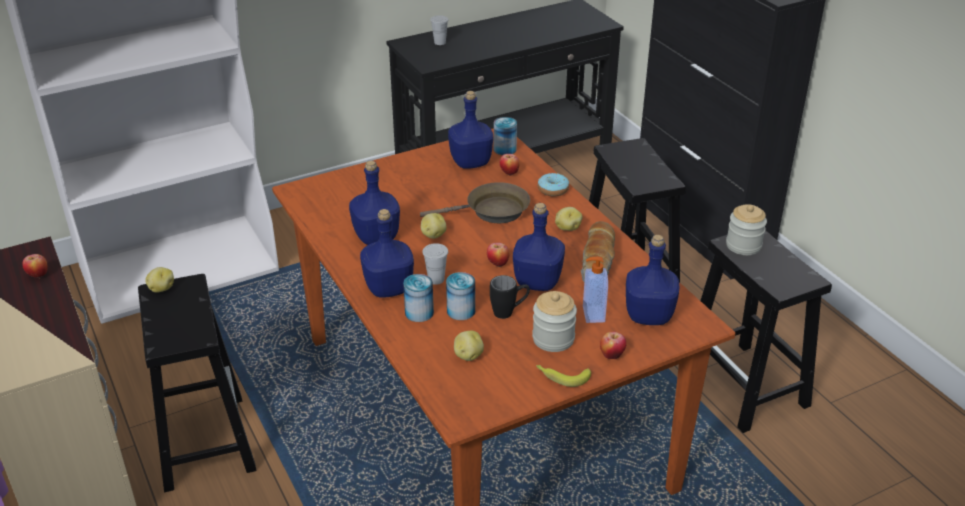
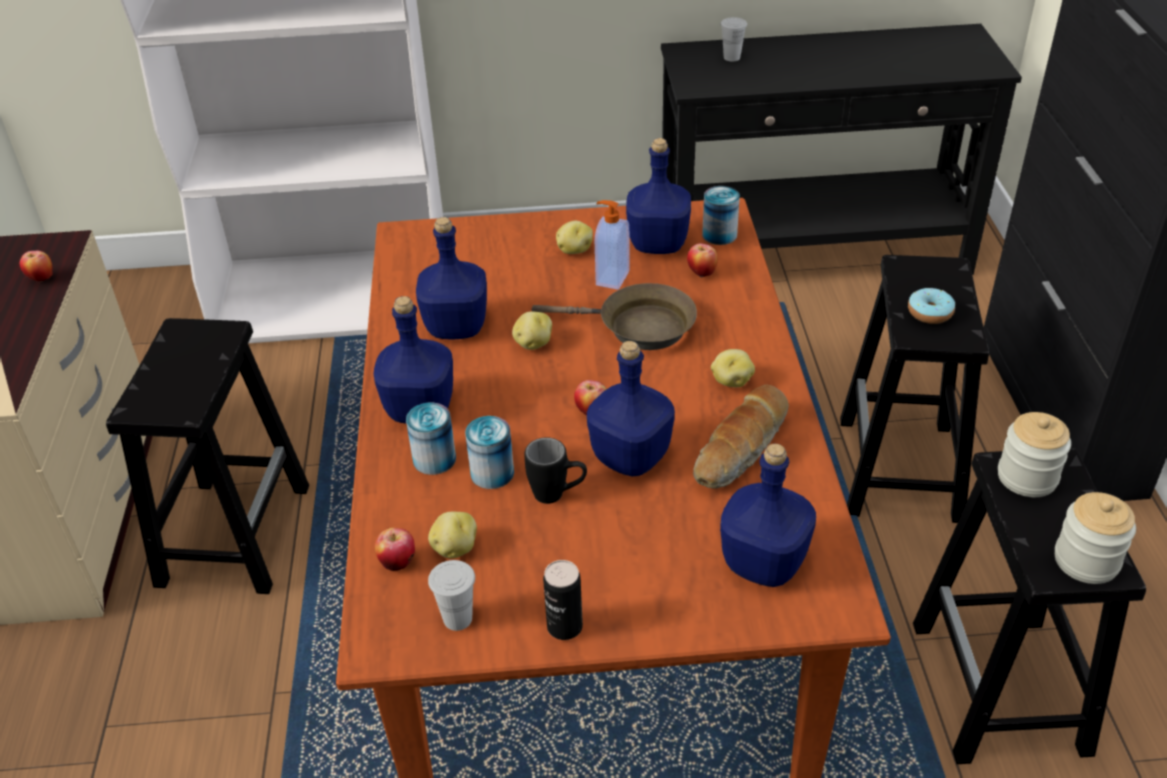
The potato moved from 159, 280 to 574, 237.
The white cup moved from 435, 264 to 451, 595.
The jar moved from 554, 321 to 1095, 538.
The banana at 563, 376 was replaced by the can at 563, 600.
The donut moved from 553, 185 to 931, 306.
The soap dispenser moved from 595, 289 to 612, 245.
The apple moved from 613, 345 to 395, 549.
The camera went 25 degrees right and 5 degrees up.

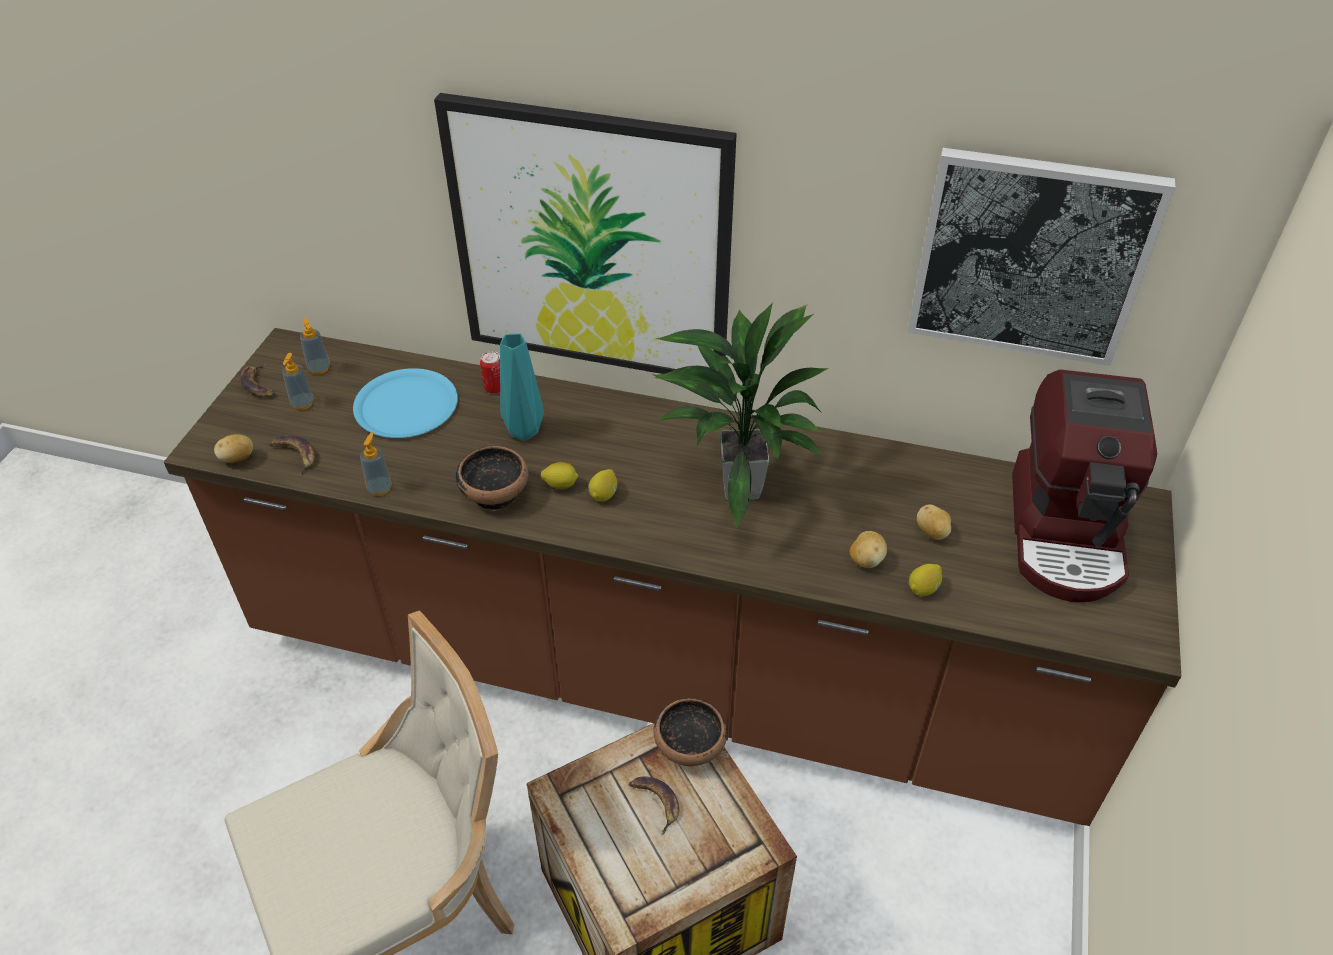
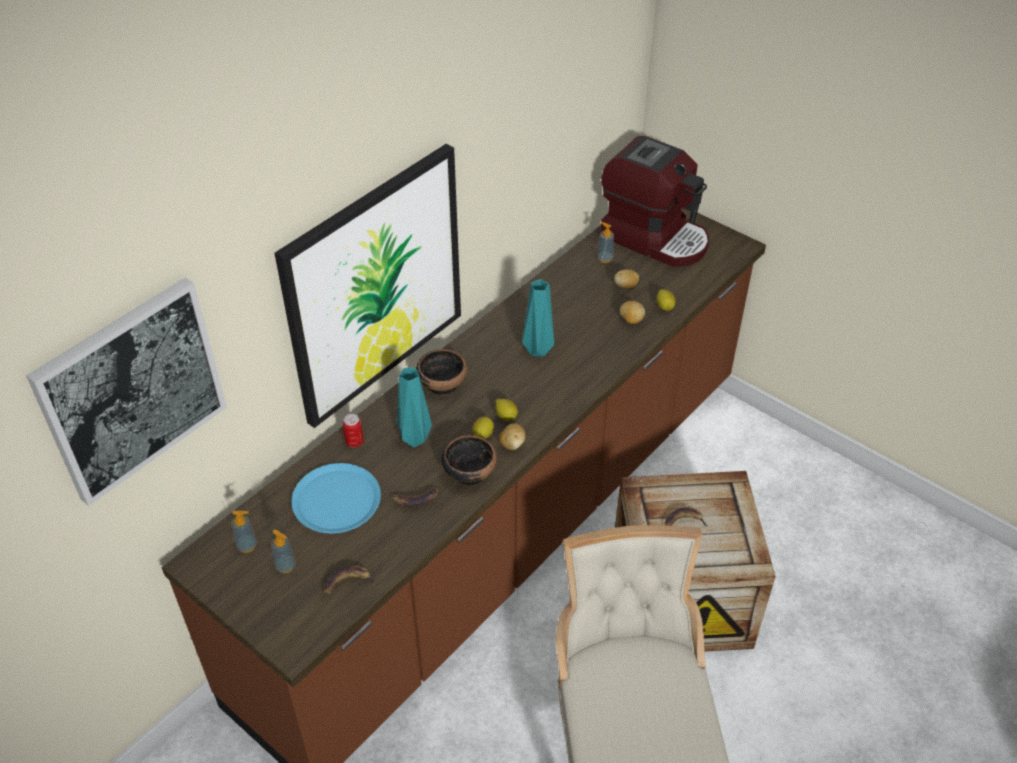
The potato moved from 233, 448 to 512, 436.
The banana moved from 257, 381 to 414, 496.
The soap dispenser moved from 376, 464 to 605, 242.
The potted plant at 741, 416 was replaced by the turquoise vase at 538, 318.
The bowl moved from 690, 732 to 442, 372.
The picture moved from 1041, 257 to 126, 391.
The camera went 65 degrees left and 0 degrees up.

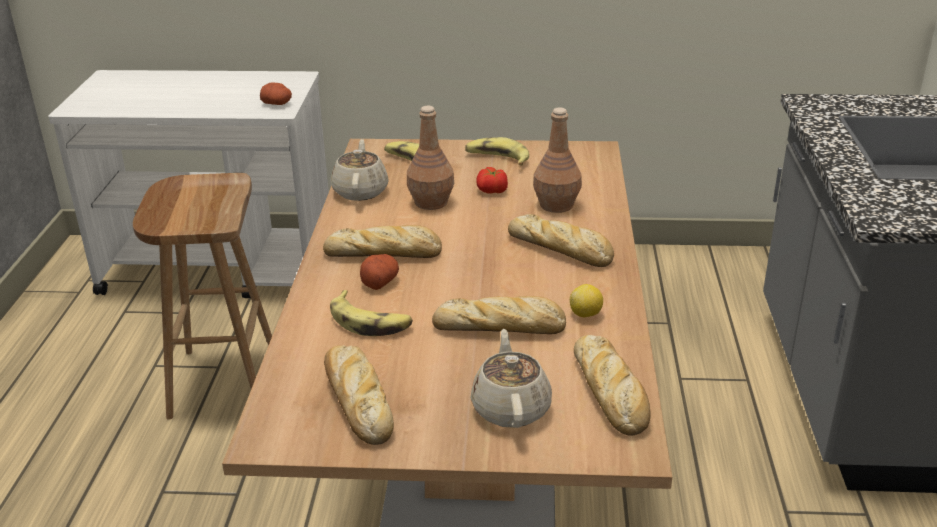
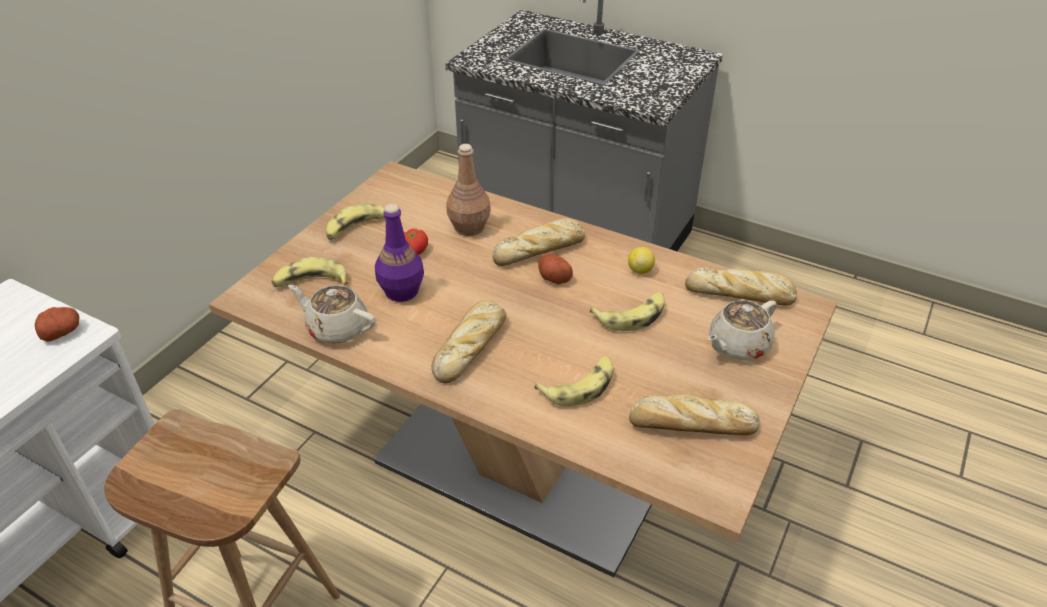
The potato moved from 379, 272 to 555, 268.
The brown bottle at 430, 158 became the purple bottle at 399, 253.
The bread at 499, 315 was replaced by the banana at 627, 311.
The beige teapot at 511, 378 turned 60 degrees counterclockwise.
The camera went 65 degrees left and 10 degrees up.

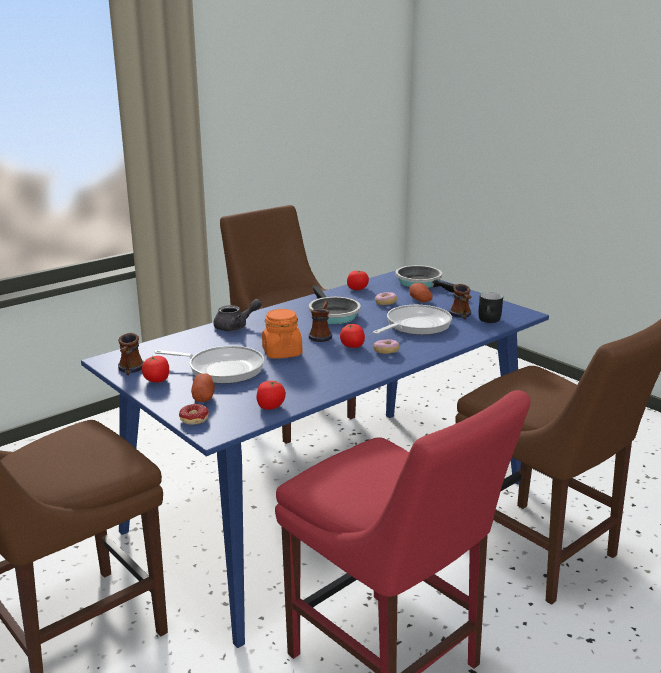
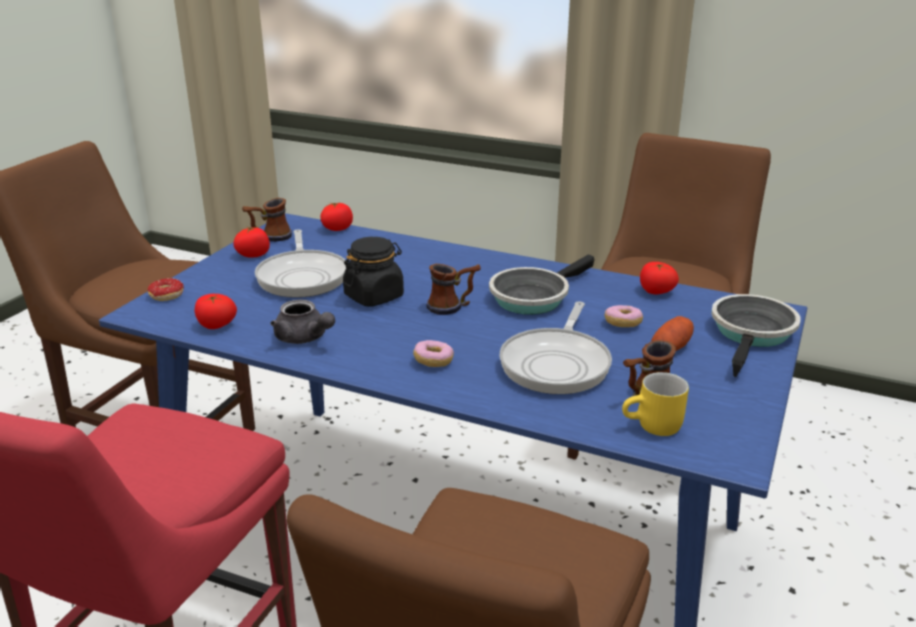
The potato at 203, 387 disappeared.
The grey teapot moved from 237, 315 to 302, 322.
The orange jar at 282, 334 became the black jar at 373, 272.
The tomato moved from 352, 336 to 336, 216.
The frying pan at 412, 320 turned 90 degrees clockwise.
The black mug at 490, 307 became the yellow mug at 655, 404.
The camera went 65 degrees right and 5 degrees up.

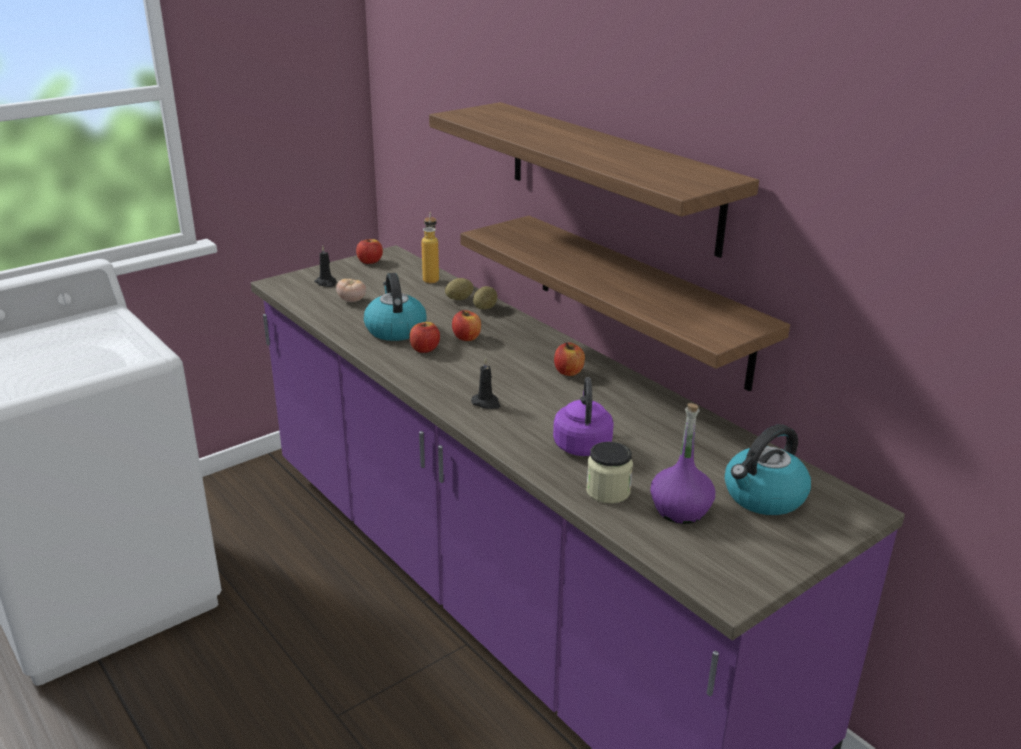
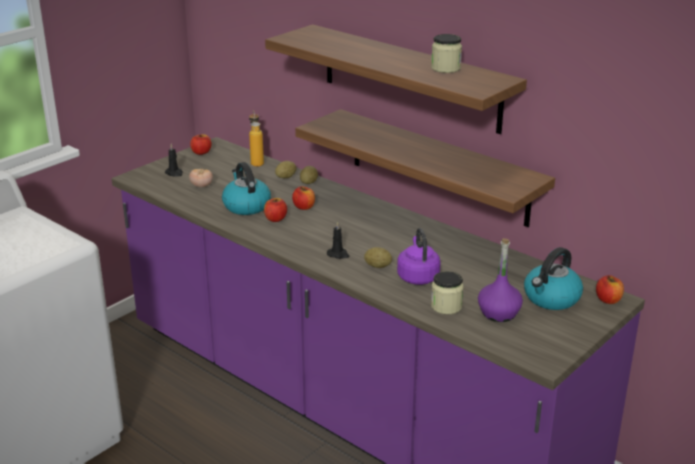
The apple moved from 569, 359 to 610, 289.
The potato at 378, 257 appeared.
The jar at 446, 53 appeared.
The camera went 10 degrees left and 0 degrees up.

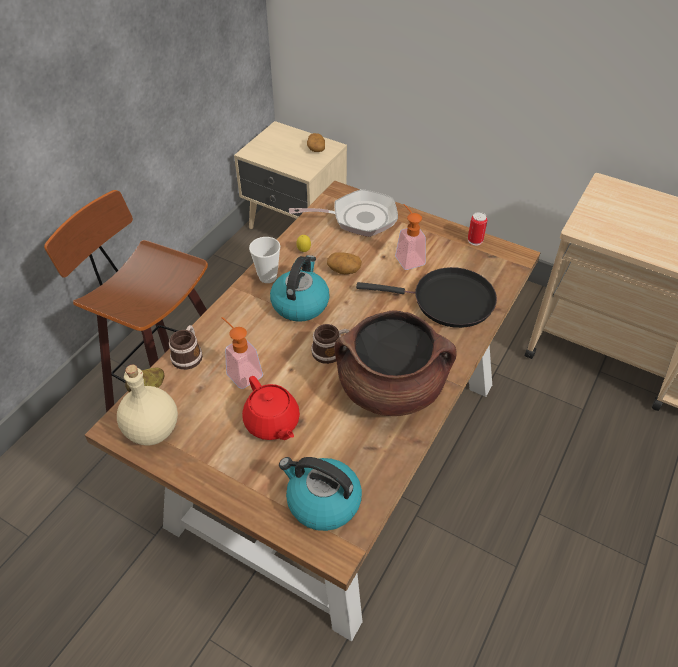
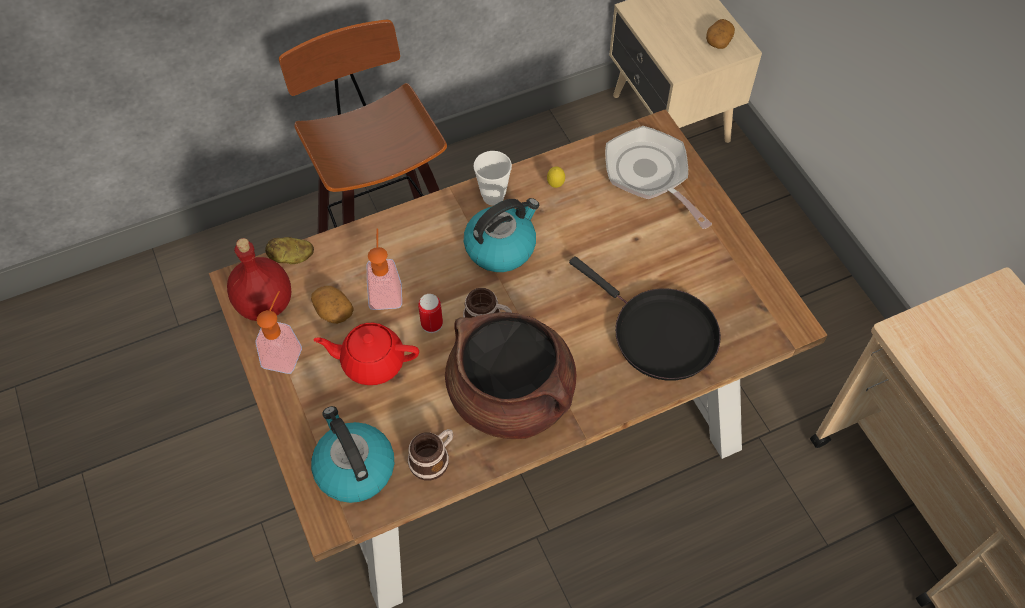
The beige bottle at 147, 405 became the red bottle at 259, 279.
The mug moved from 185, 347 to 430, 454.
The red teapot at 271, 408 turned 90 degrees clockwise.
The frying pan at 343, 213 turned 150 degrees counterclockwise.
The potato moved from 344, 263 to 332, 305.
The soap dispenser moved from 410, 237 to 279, 332.
The can moved from 477, 229 to 430, 313.
The camera went 35 degrees right and 10 degrees up.

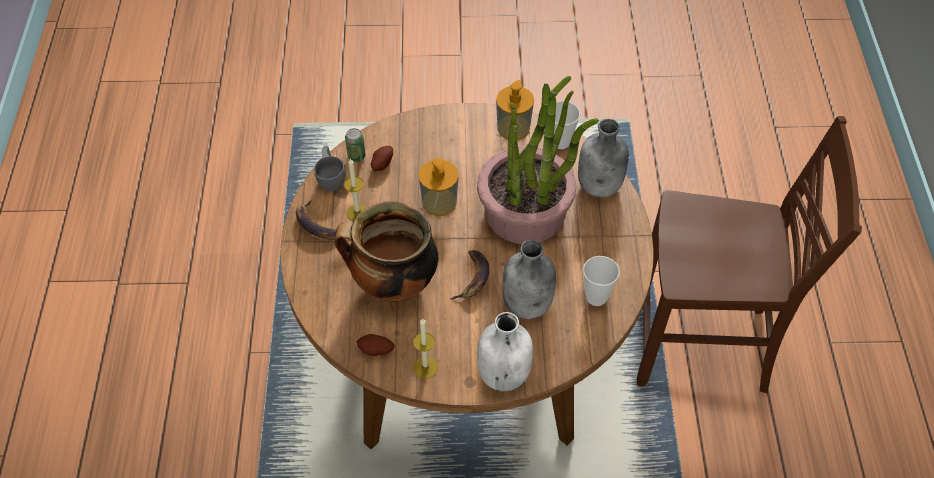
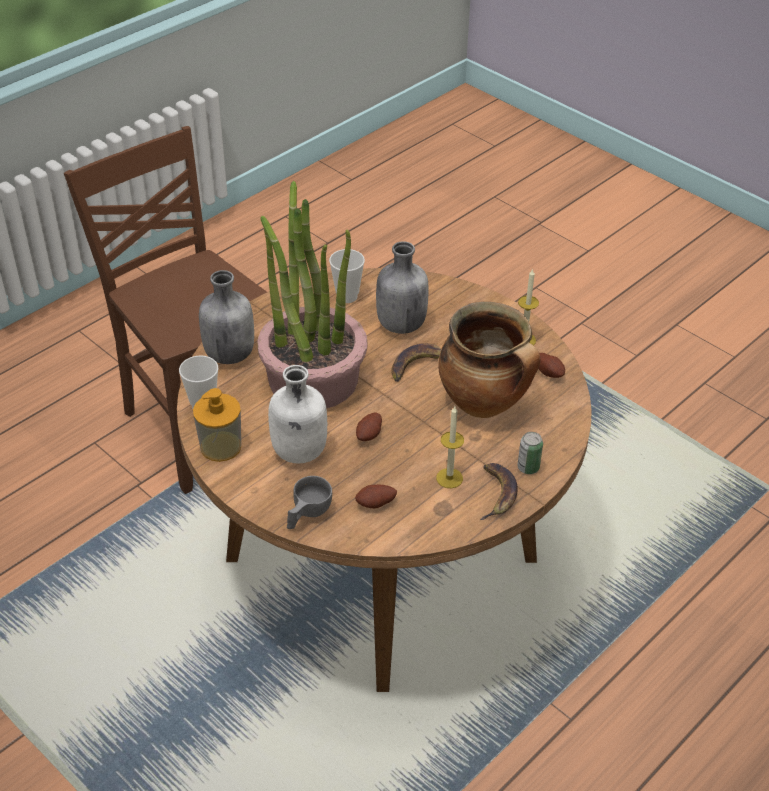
The grey cup moved from 330, 168 to 309, 502.
The can moved from 355, 145 to 530, 453.
The soap dispenser at 438, 187 was replaced by the potato at 369, 426.
The white bottle moved from 505, 352 to 297, 414.
The camera went 135 degrees left and 10 degrees down.

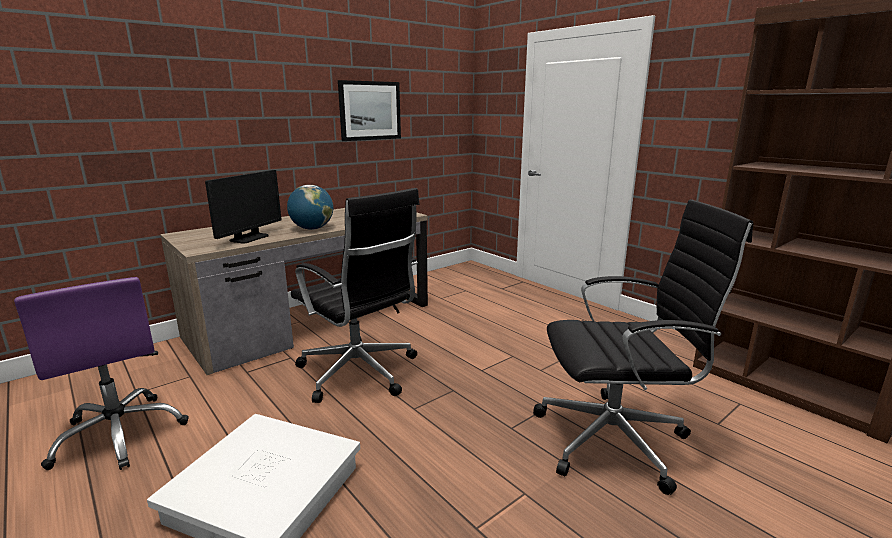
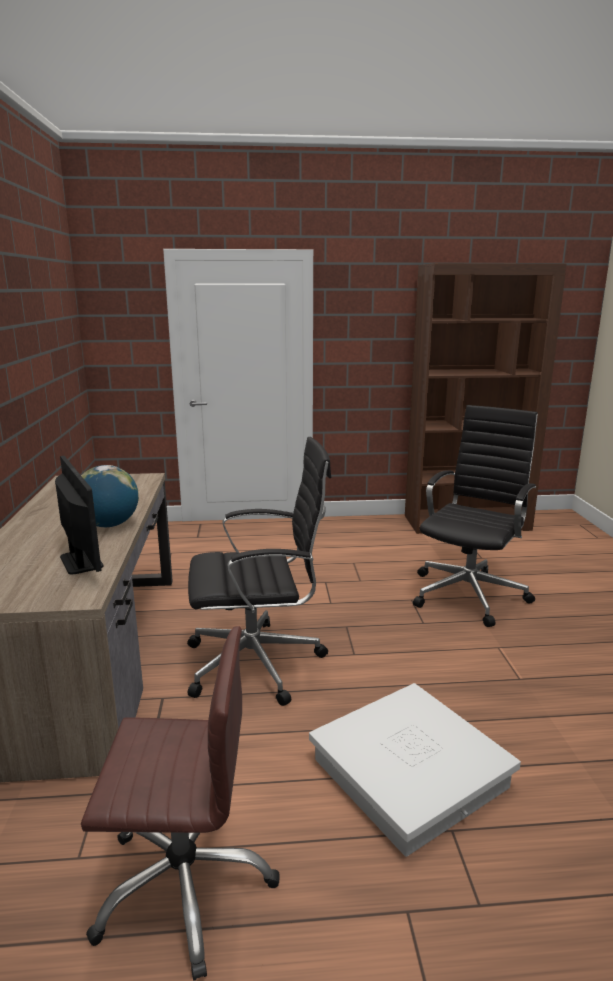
The purple office chair at 101, 373 became the brown office chair at 180, 803.
The picture at 369, 110 disappeared.
The camera went 55 degrees left and 0 degrees up.

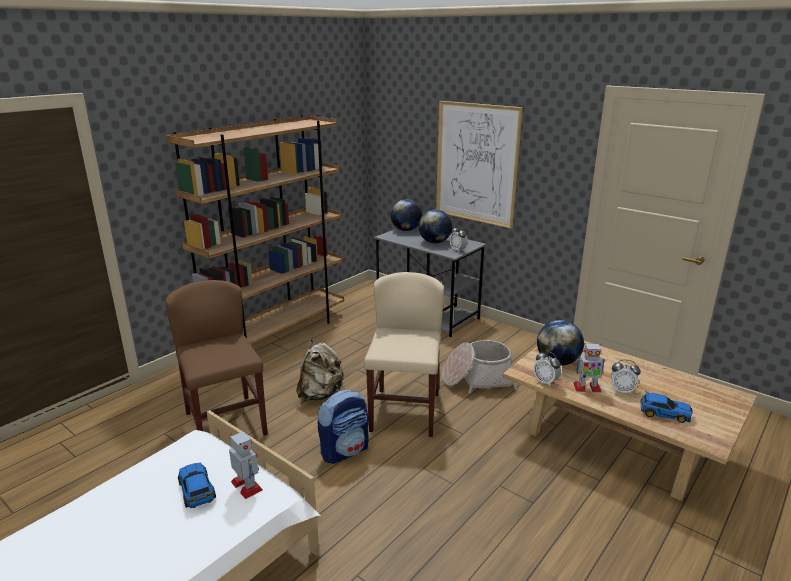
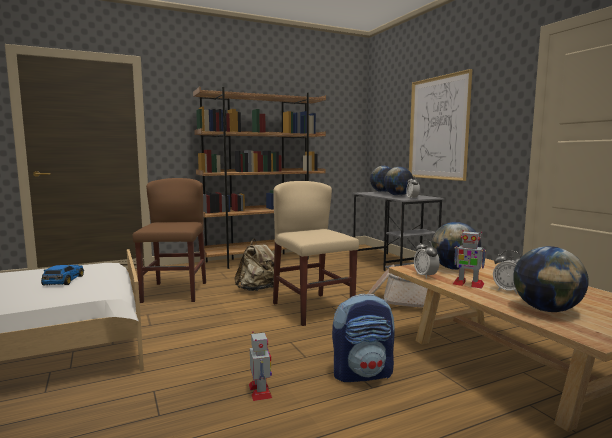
The toy robot moved from 246, 465 to 260, 366.
The backpack moved from 343, 426 to 363, 338.
The beige chair at 404, 354 turned 60 degrees counterclockwise.
The toy car at 667, 407 was replaced by the globe at 551, 279.
The camera went 25 degrees right and 15 degrees down.

